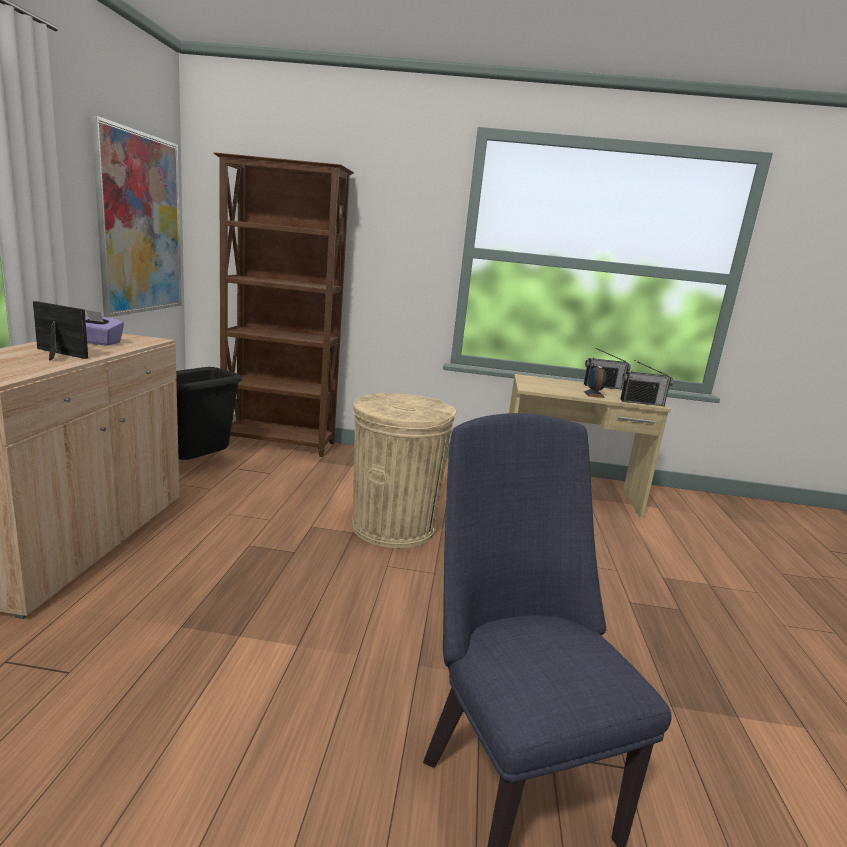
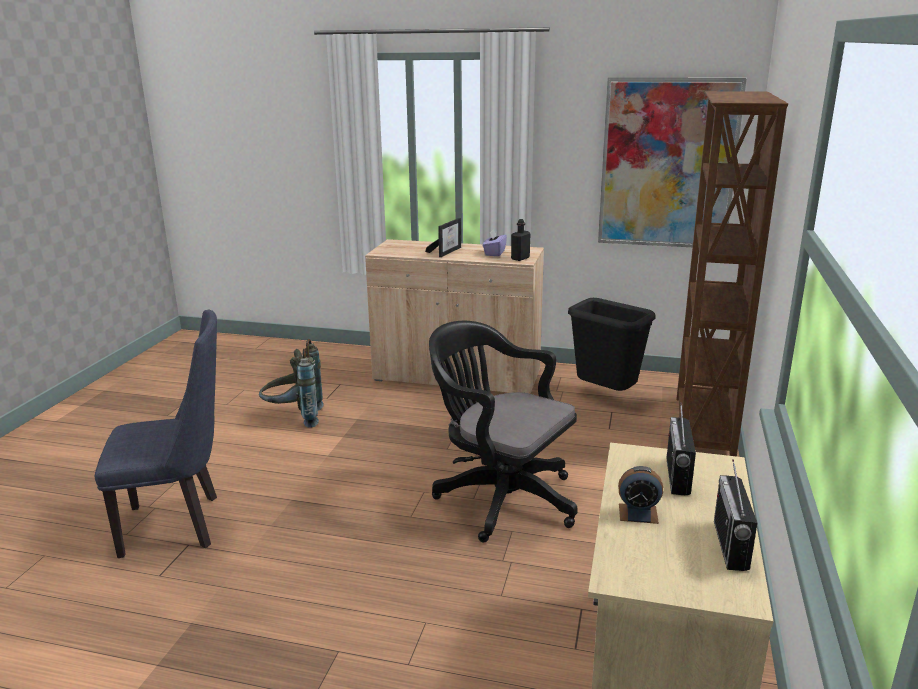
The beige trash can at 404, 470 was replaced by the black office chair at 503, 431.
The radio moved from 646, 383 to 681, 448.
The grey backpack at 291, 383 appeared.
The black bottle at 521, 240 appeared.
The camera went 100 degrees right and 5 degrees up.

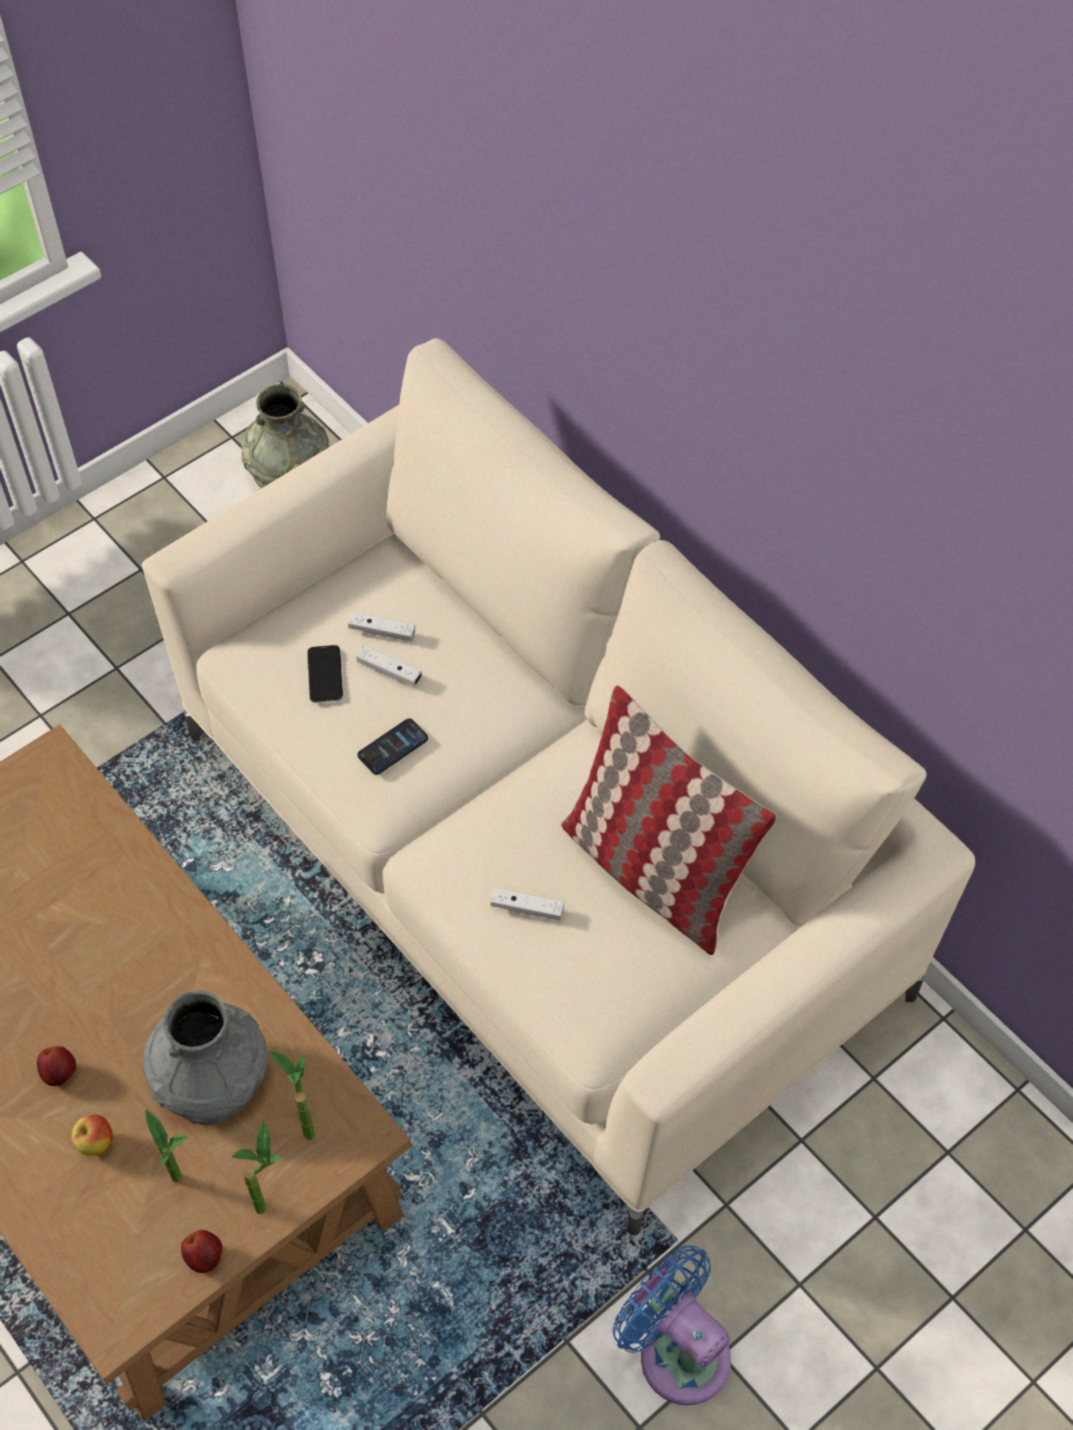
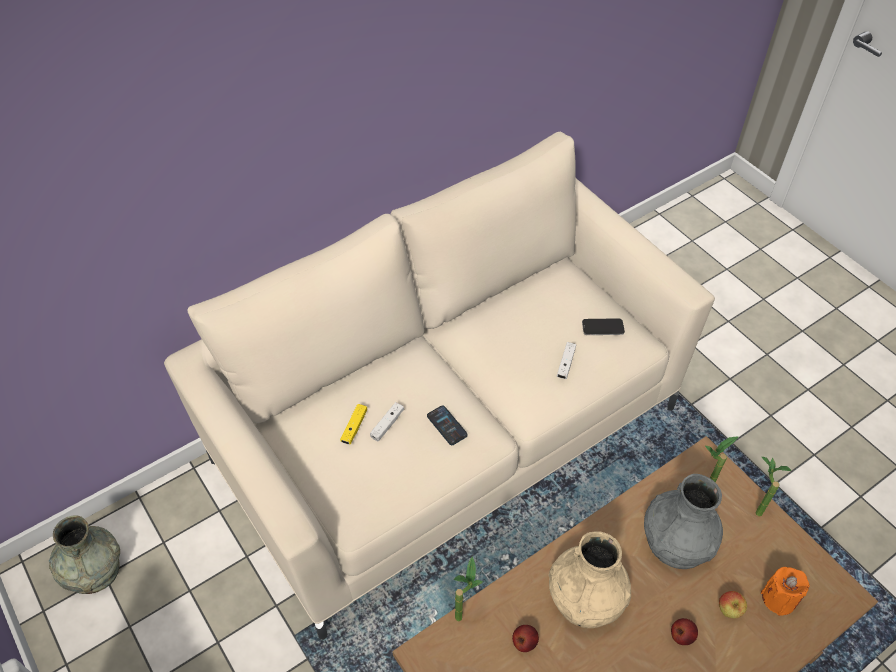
The potted plant moved from 166, 1146 to 468, 588.
The apple moved from 202, 1251 to 525, 638.
The phone moved from 325, 674 to 603, 326.
The white game controller at 381, 627 became the yellow game controller at 353, 424.
The pillow at 669, 820 disappeared.
The blue fan at 671, 1325 disappeared.
The beige vase at 590, 579 appeared.
The orange candle at 785, 591 appeared.
The camera went 85 degrees left and 5 degrees down.

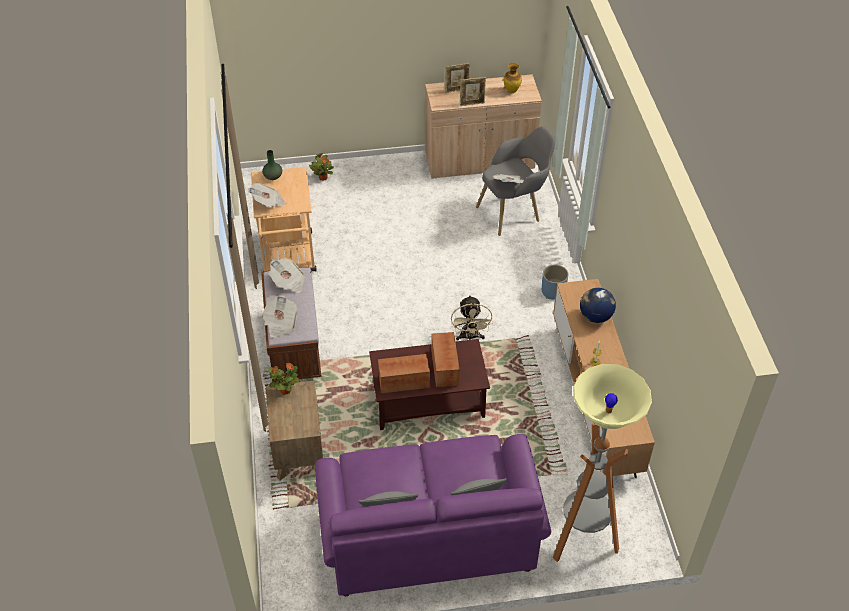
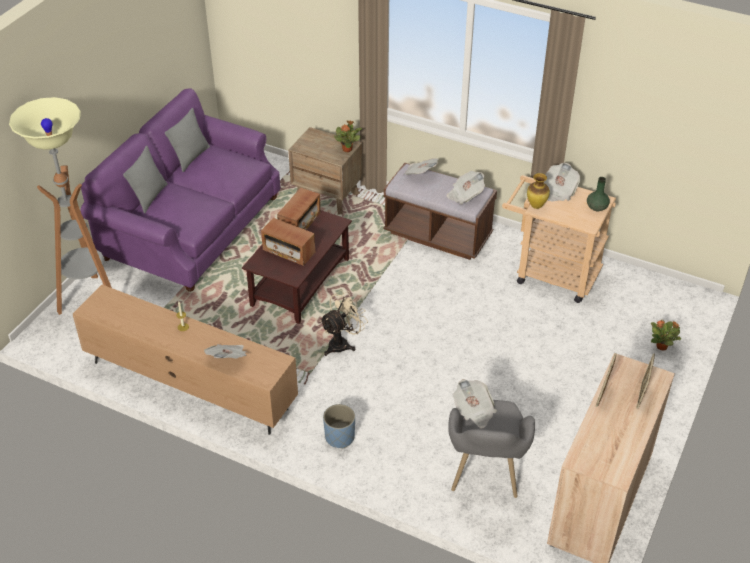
The beige fan at 472, 318 turned 105 degrees clockwise.
The vase moved from 512, 78 to 538, 191.
The globe at 598, 305 was replaced by the newspaper at 225, 351.
The camera went 125 degrees right and 5 degrees down.

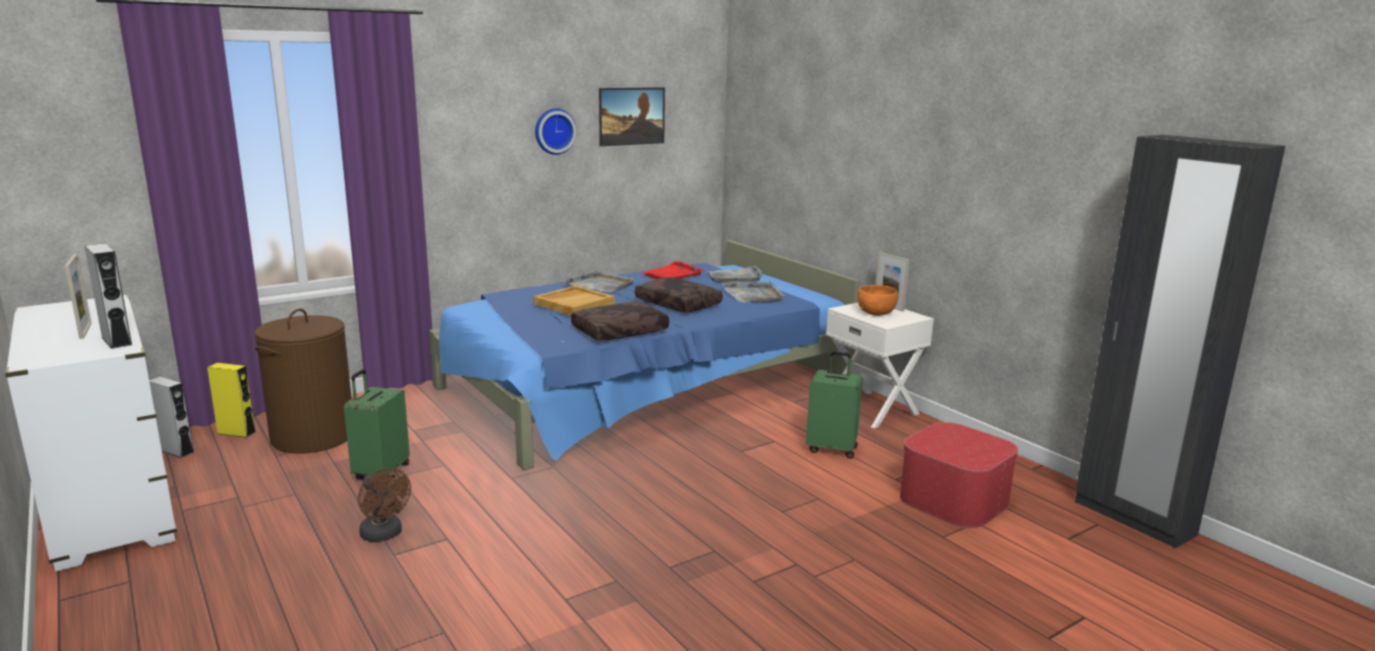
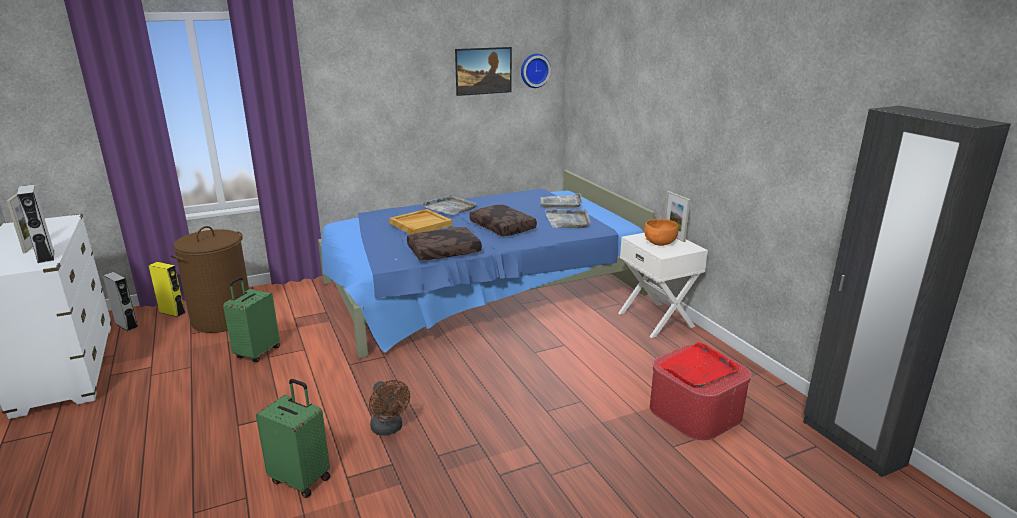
The brown fan moved from 384, 505 to 389, 408.
The wall clock moved from 556, 131 to 536, 71.
The red tray moved from 672, 270 to 699, 365.
The green suitcase moved from 834, 405 to 293, 438.
The camera went 10 degrees right and 5 degrees up.

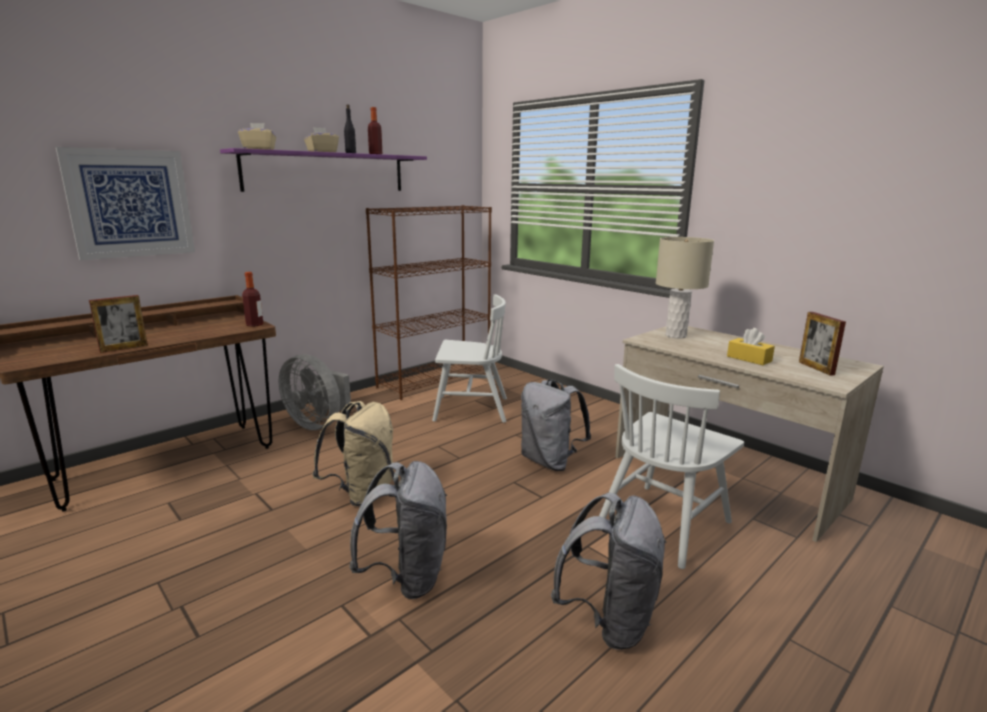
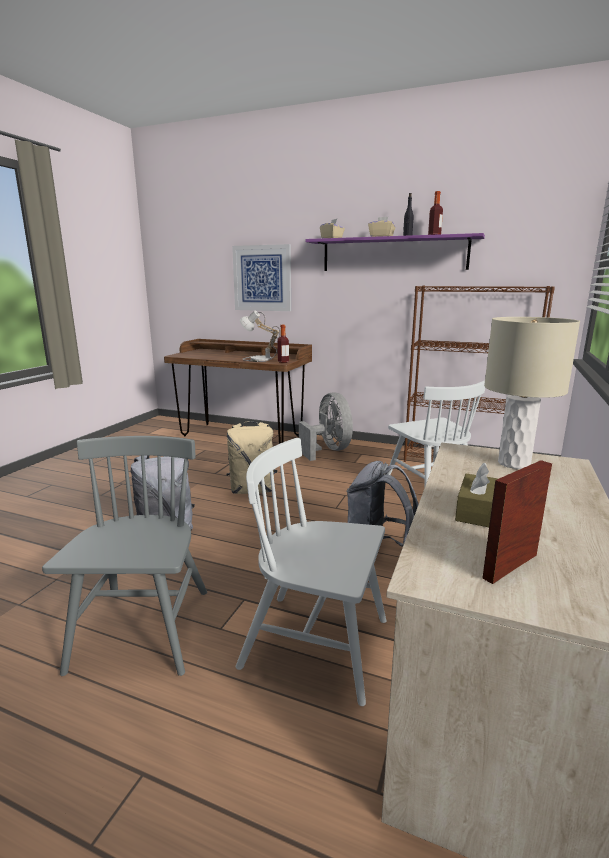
The picture frame at 118, 324 disappeared.
The grey fan at 315, 392 turned 150 degrees clockwise.
The grey backpack at 609, 571 was replaced by the grey chair at 124, 556.
The yellow tissue box at 751, 346 became the brown tissue box at 476, 495.
The table lamp at 260, 336 appeared.
The camera went 65 degrees right and 0 degrees up.

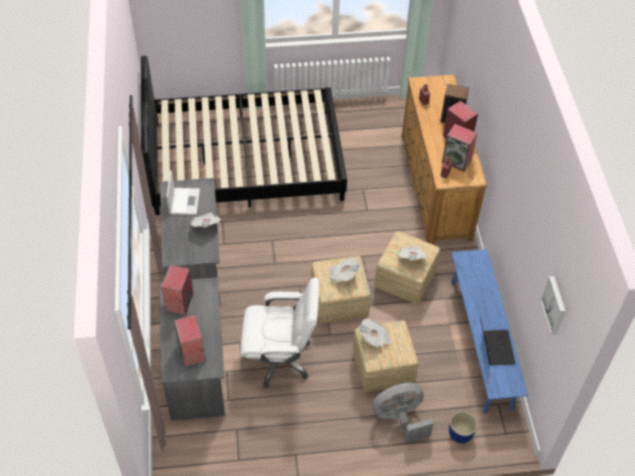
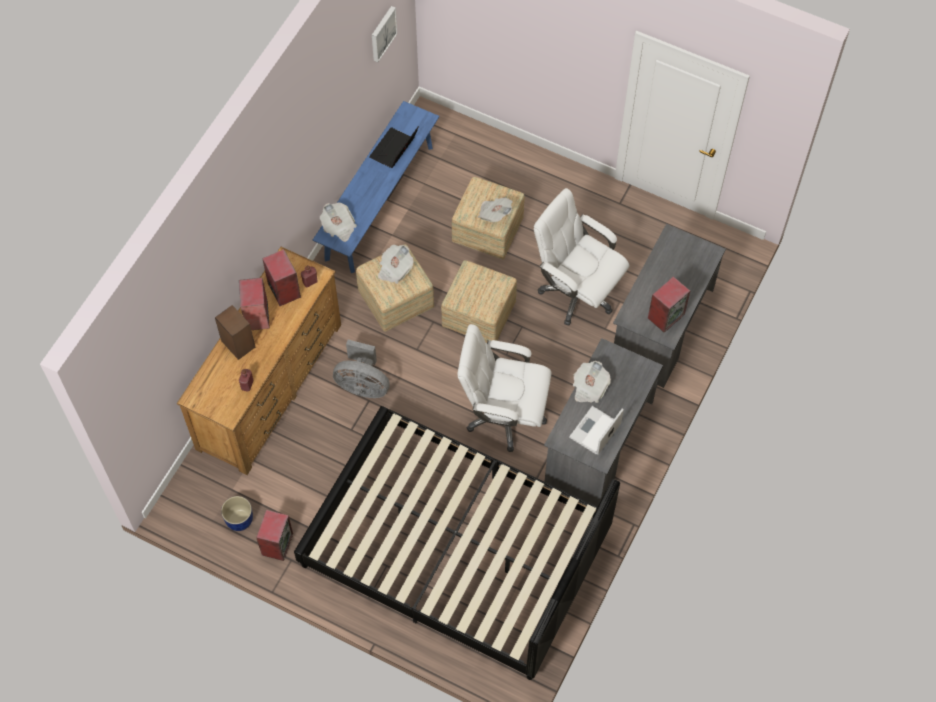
The speaker moved from 189, 341 to 274, 535.
The newspaper moved from 344, 270 to 338, 222.
The grey fan moved from 403, 413 to 361, 369.
The blue planter moved from 463, 427 to 237, 513.
The white office chair at 504, 388 appeared.
The camera went 145 degrees left and 10 degrees up.

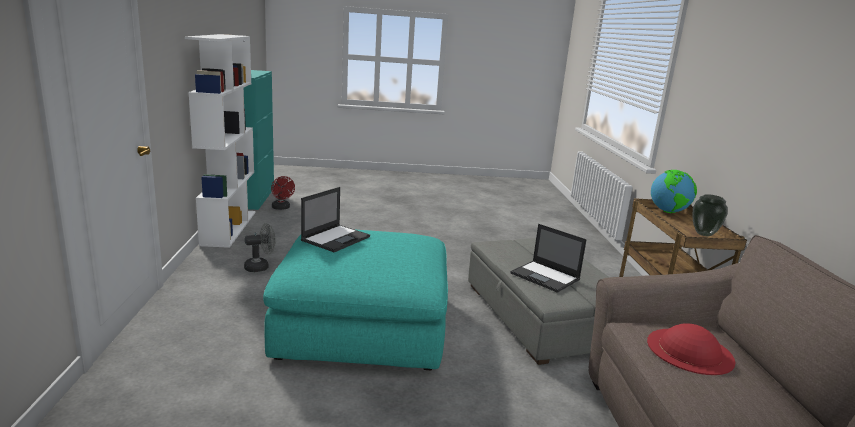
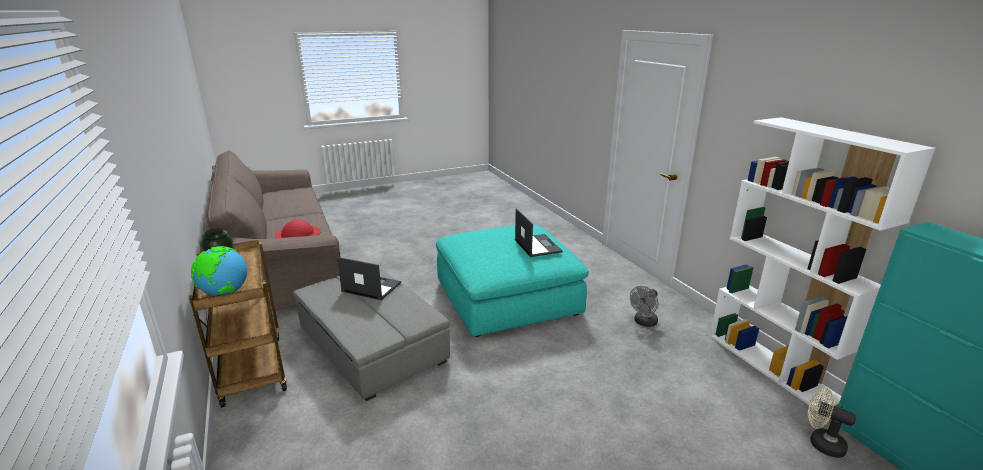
The red fan at 283, 193 became the beige fan at 832, 422.
The laptop at 335, 219 turned 150 degrees clockwise.
The camera went 160 degrees right and 5 degrees up.

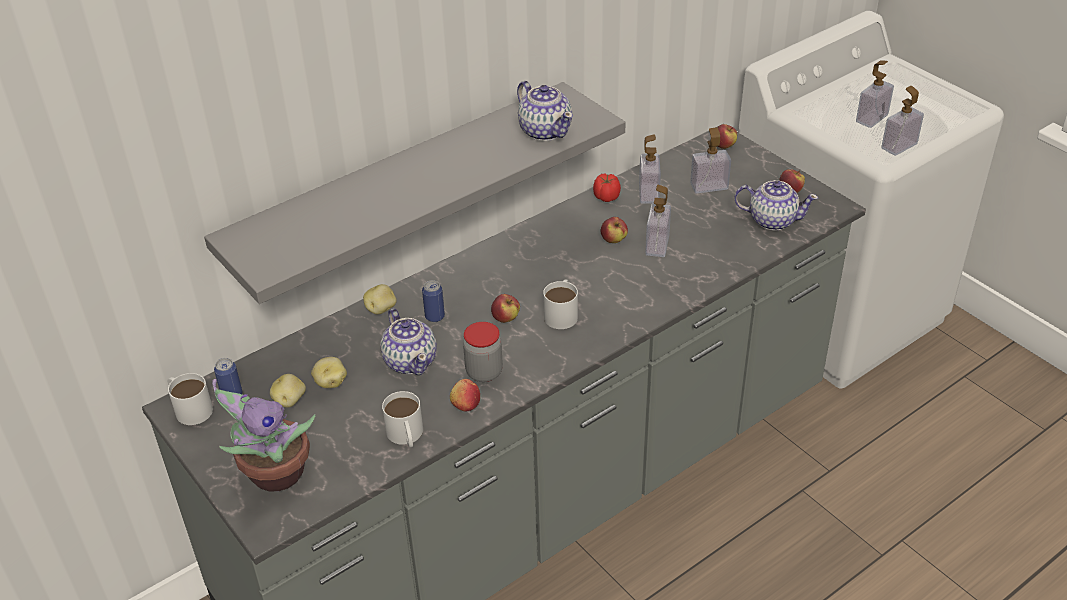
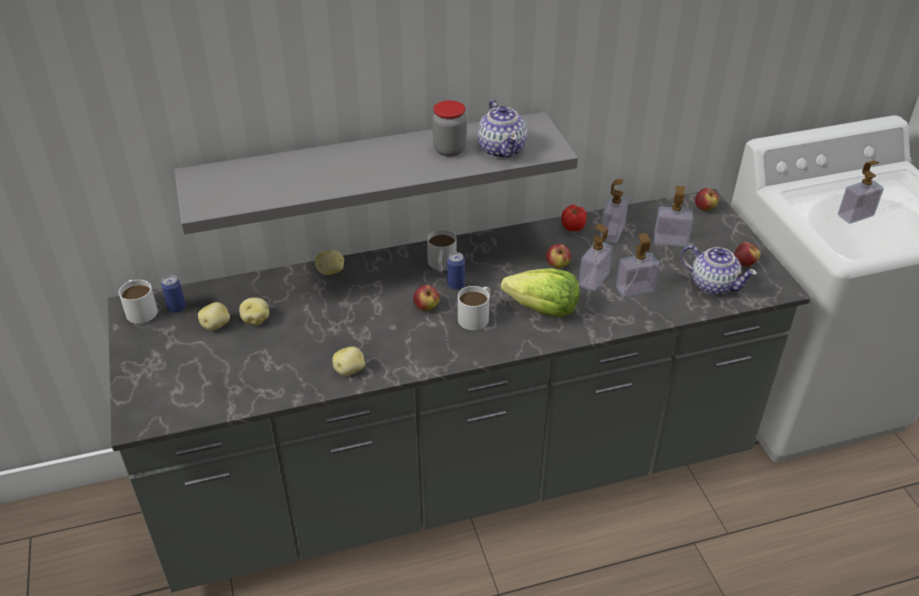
The potted plant at 263, 435 disappeared.
The teapot at 408, 341 disappeared.
The white mug moved from 402, 419 to 442, 250.
The can moved from 433, 301 to 456, 271.
The apple at 465, 395 was replaced by the potato at 348, 361.
The jar moved from 483, 352 to 449, 128.
The soap dispenser moved from 902, 121 to 637, 265.
The lettuce at 540, 293 appeared.
The camera went 20 degrees right and 0 degrees up.

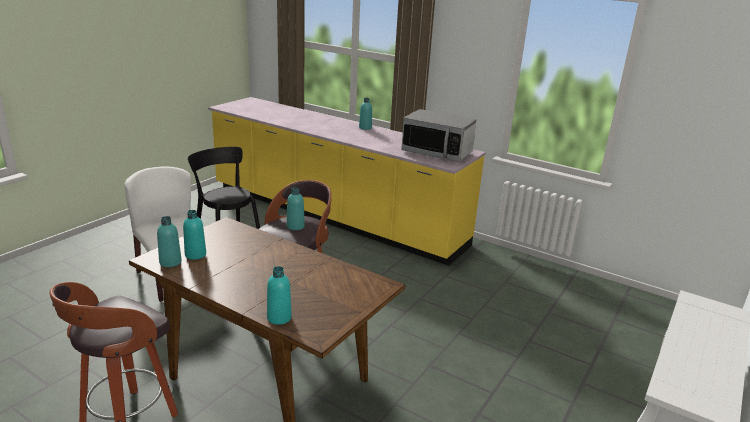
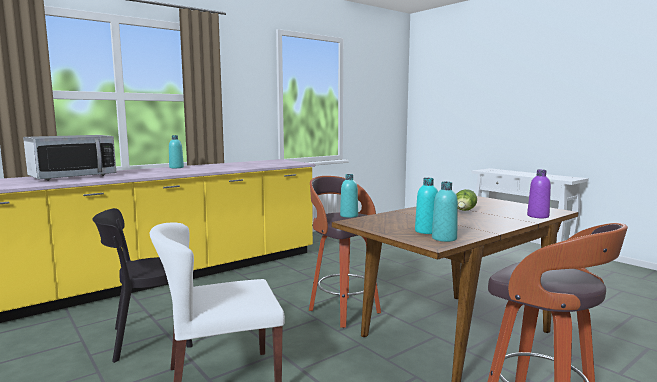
The turquoise bottle at 279, 295 became the purple bottle at 539, 194.
The microwave moved from 439, 135 to 69, 158.
The lettuce at 466, 200 appeared.
The camera went 70 degrees left and 15 degrees down.

